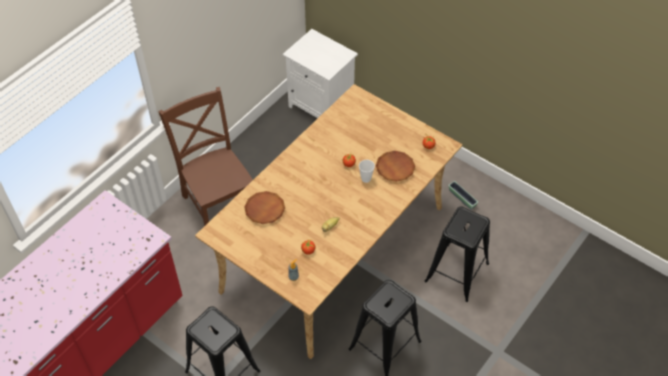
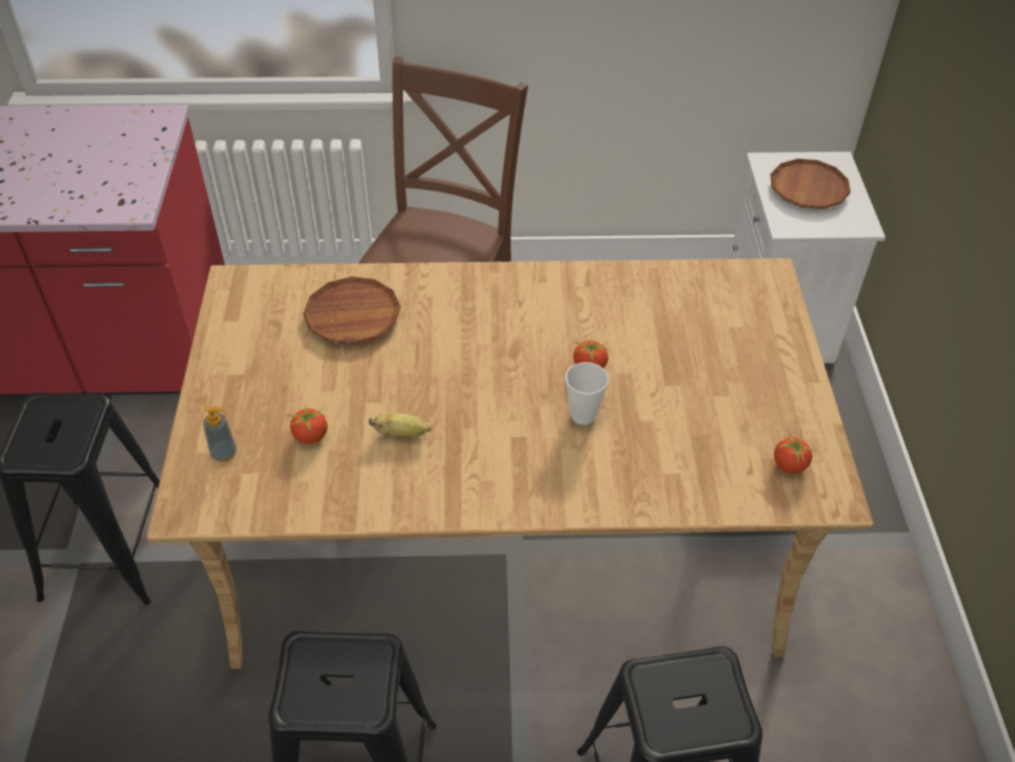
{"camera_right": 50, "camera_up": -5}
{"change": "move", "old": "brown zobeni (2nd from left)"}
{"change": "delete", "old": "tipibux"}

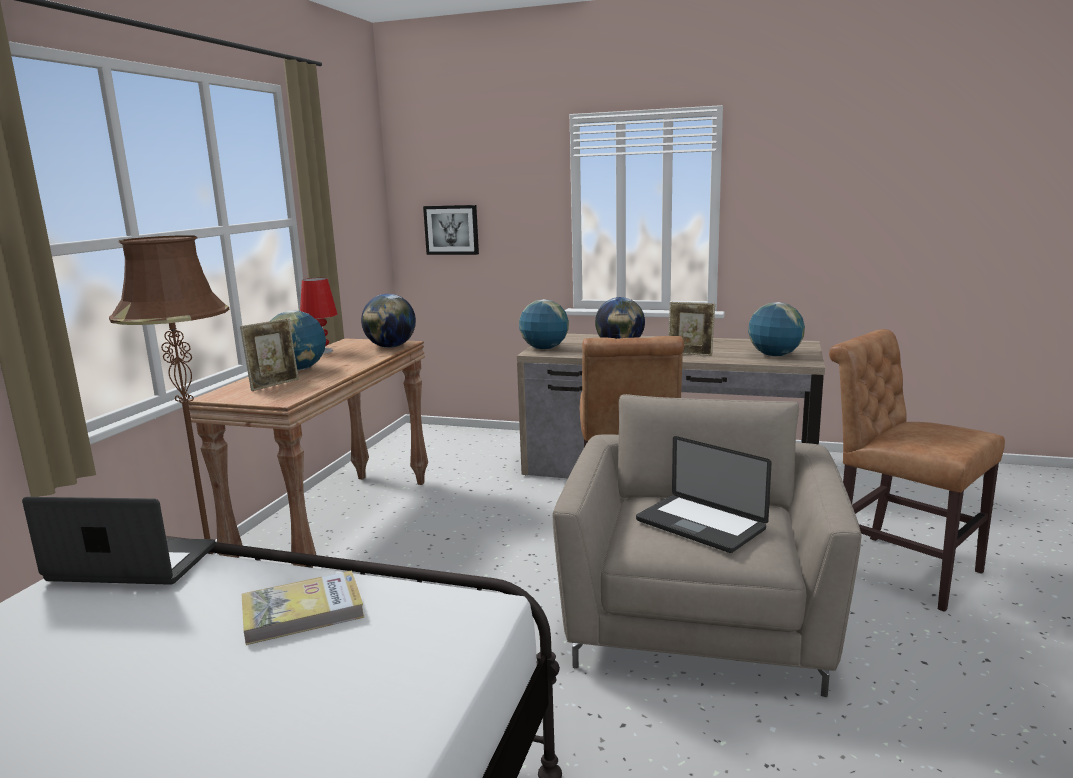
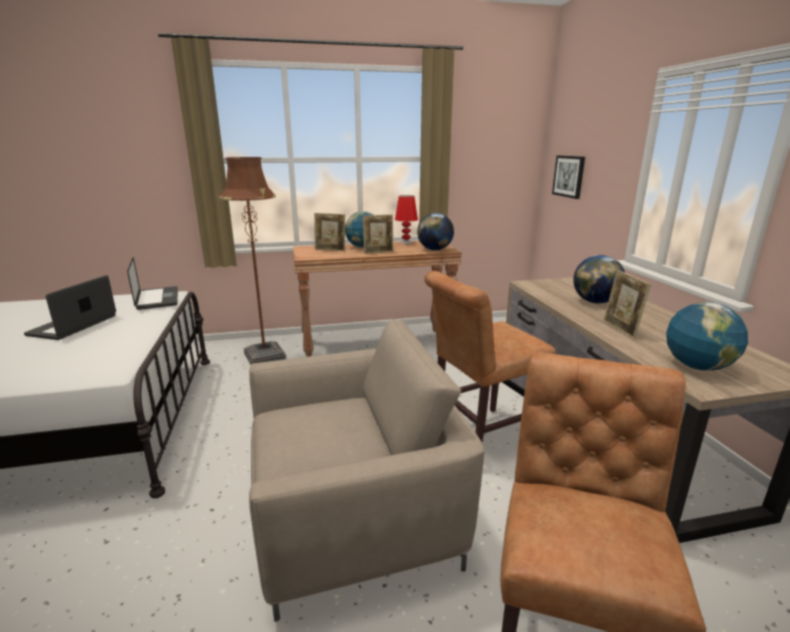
{"camera_right": 60, "camera_up": 5}
{"change": "delete", "old": "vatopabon"}
{"change": "delete", "old": "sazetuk (3rd from left)"}
{"change": "move", "old": "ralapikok (2nd from left in the first image)", "new": "ralapikok (1st from left)"}
{"change": "insert", "new": "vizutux (2nd from left)"}

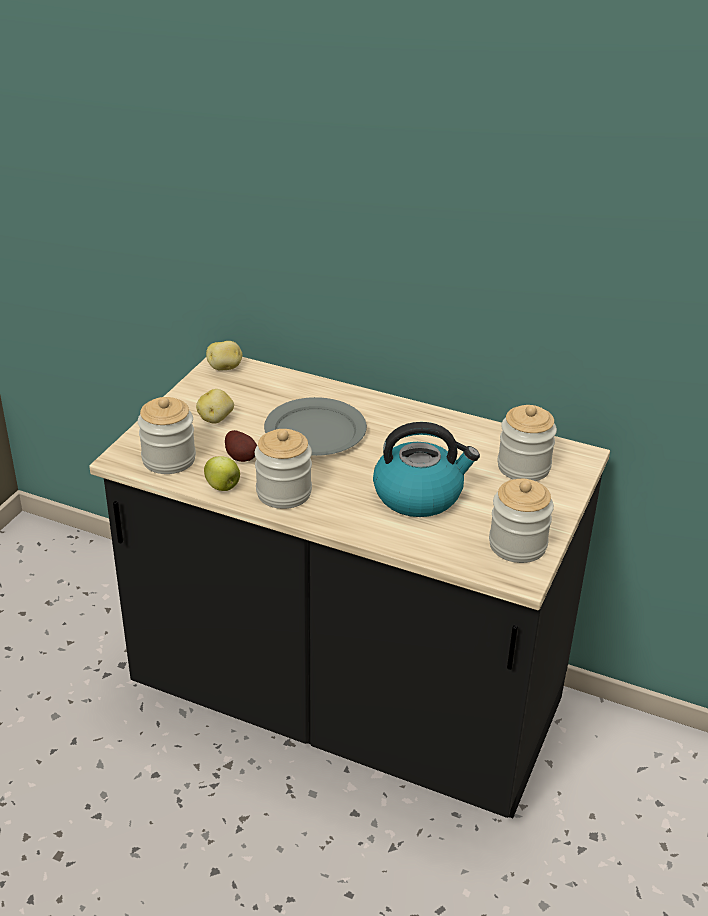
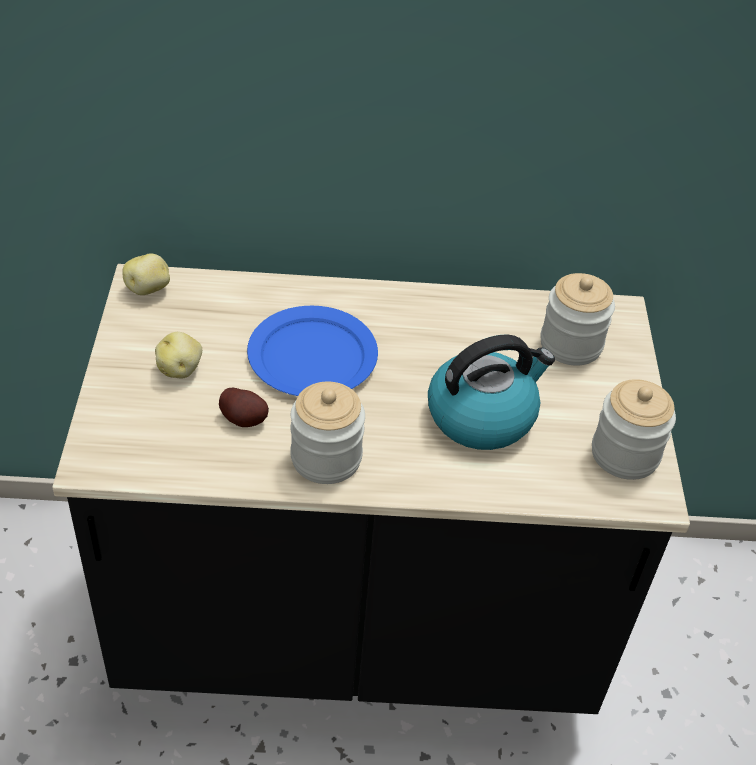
{"camera_right": -25, "camera_up": 10}
{"change": "delete", "old": "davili (1st from left)"}
{"change": "delete", "old": "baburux"}
{"change": "recolor", "old": "grey zobeni", "new": "blue zobeni"}

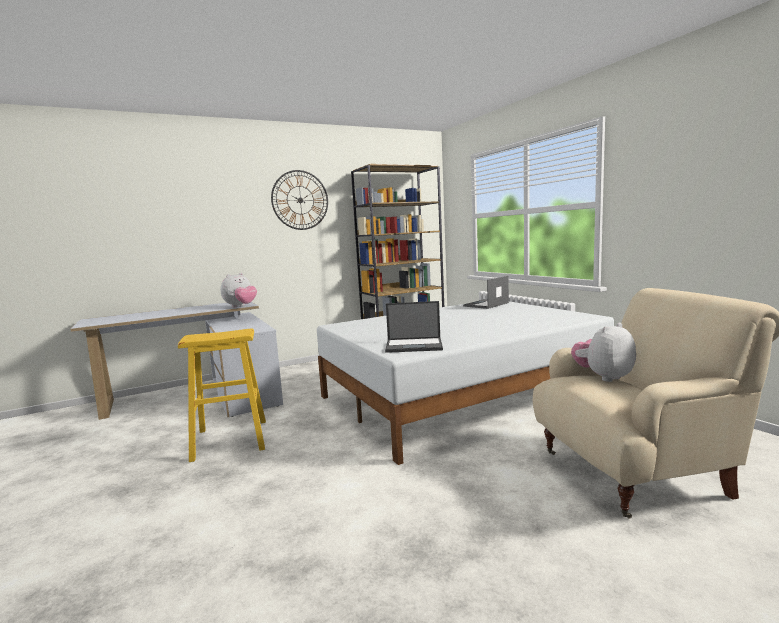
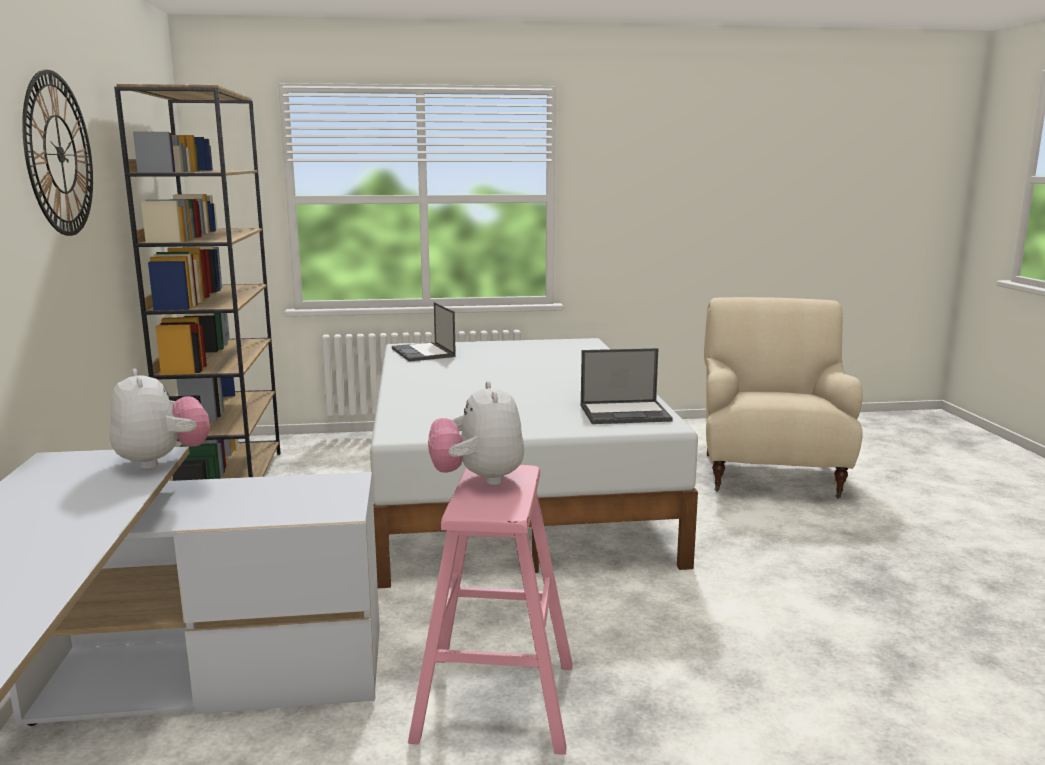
{"camera_right": -70, "camera_up": 5}
{"change": "recolor", "old": "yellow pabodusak", "new": "pink pabodusak"}
{"change": "rotate", "old": "ralapikok (1st from left in the first image)", "degrees": 60}
{"change": "move", "old": "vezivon (2nd from left)"}

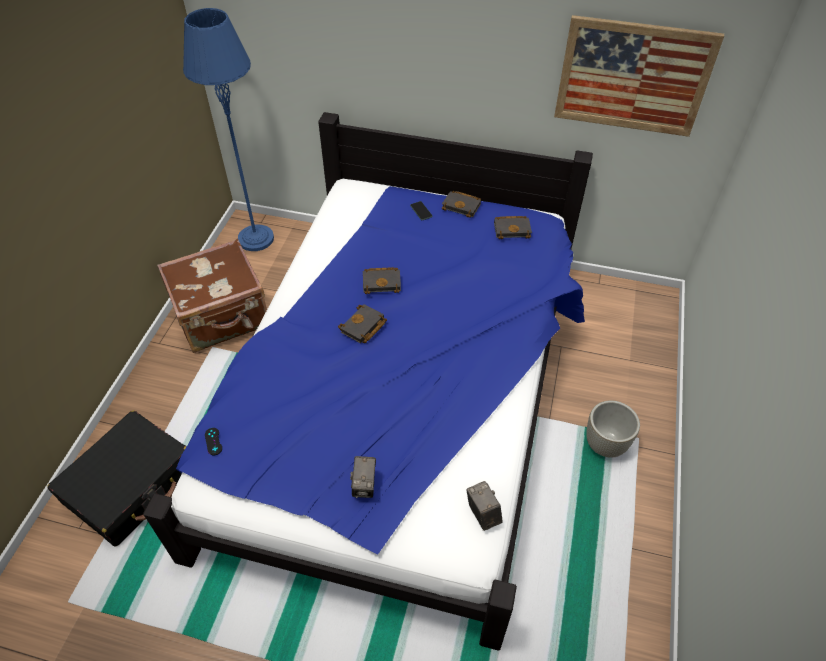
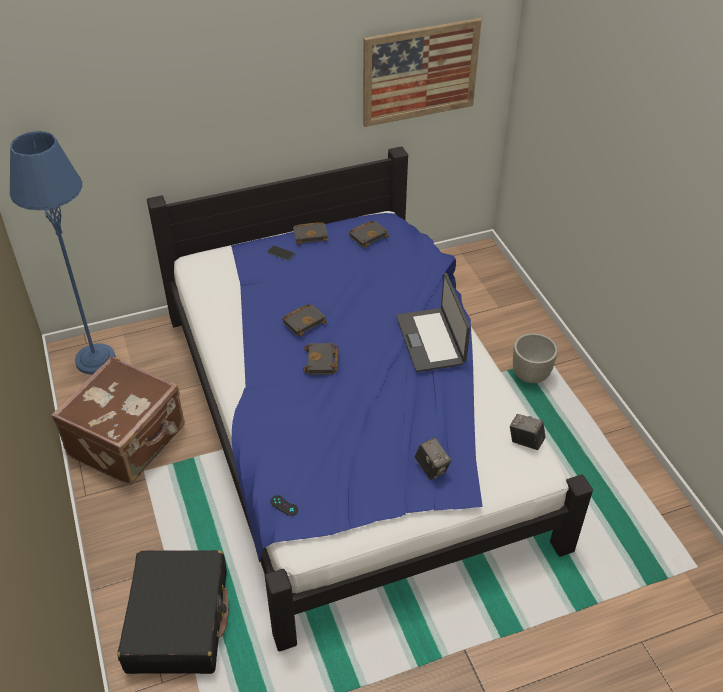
{"camera_right": -35, "camera_up": -5}
{"change": "insert", "new": "ralapikok"}

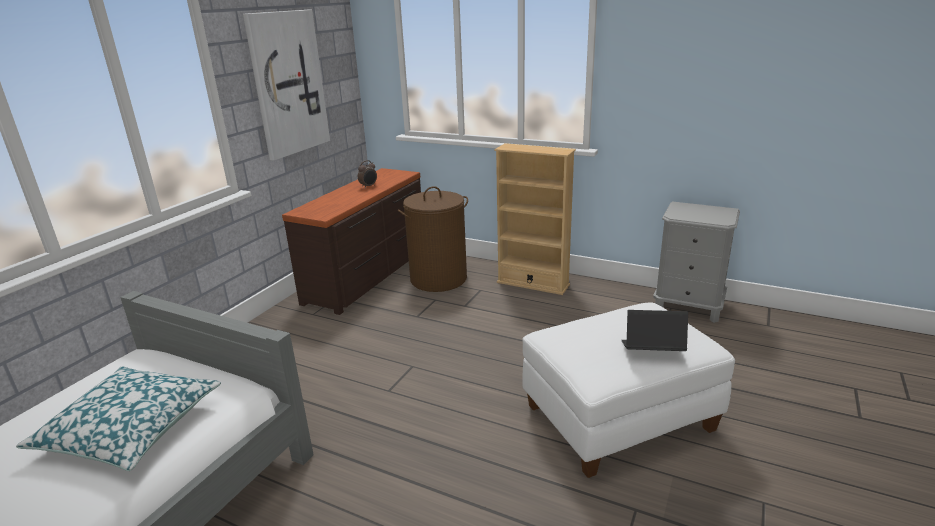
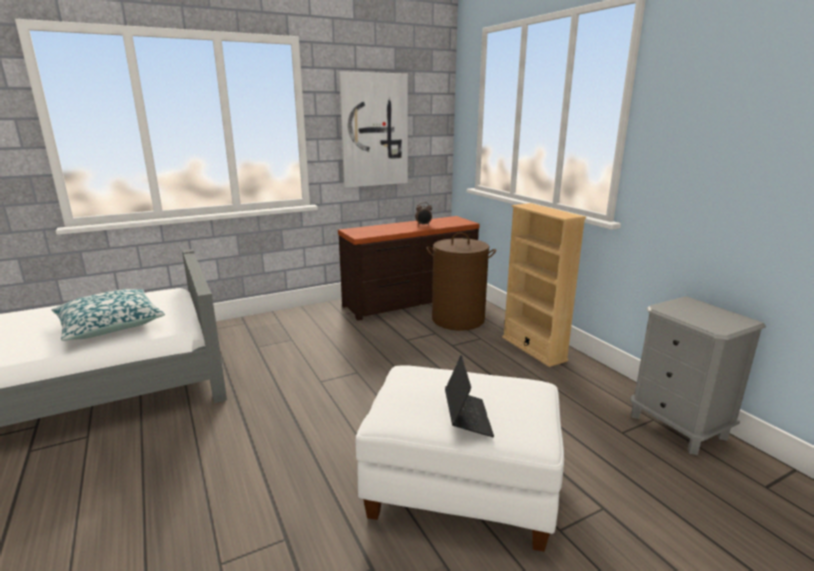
{"camera_right": 35, "camera_up": -5}
{"change": "rotate", "old": "ralapikok", "degrees": 45}

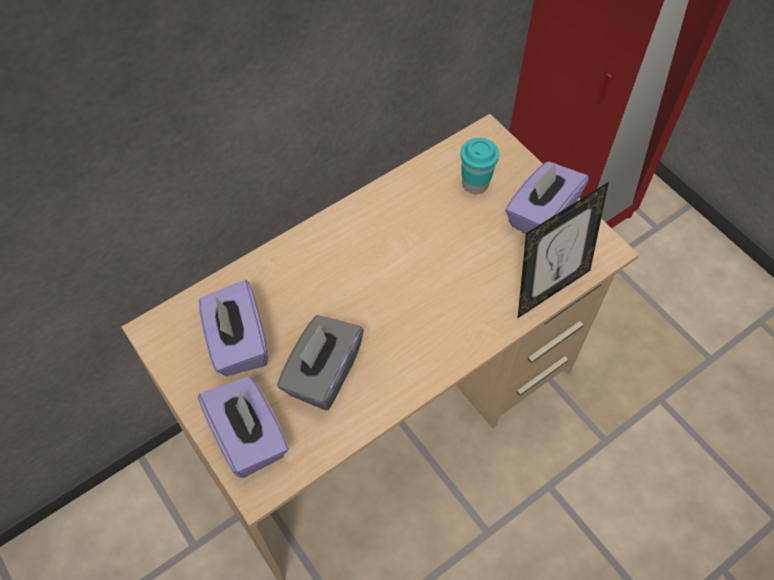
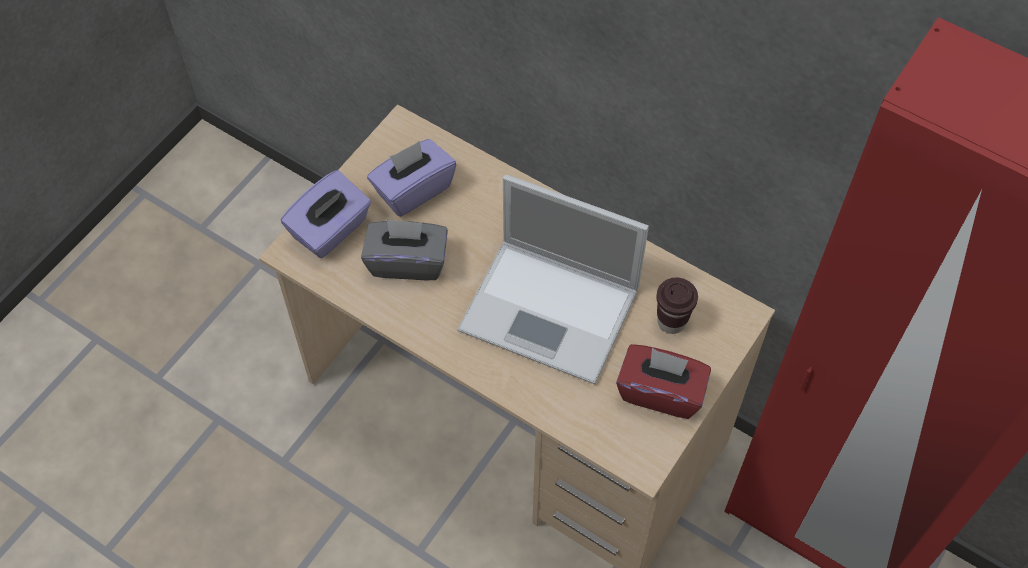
{"camera_right": 70, "camera_up": 0}
{"change": "recolor", "old": "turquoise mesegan", "new": "brown mesegan"}
{"change": "recolor", "old": "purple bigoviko (3rd from left)", "new": "red bigoviko"}
{"change": "delete", "old": "vizutux"}
{"change": "insert", "new": "ralapikok"}

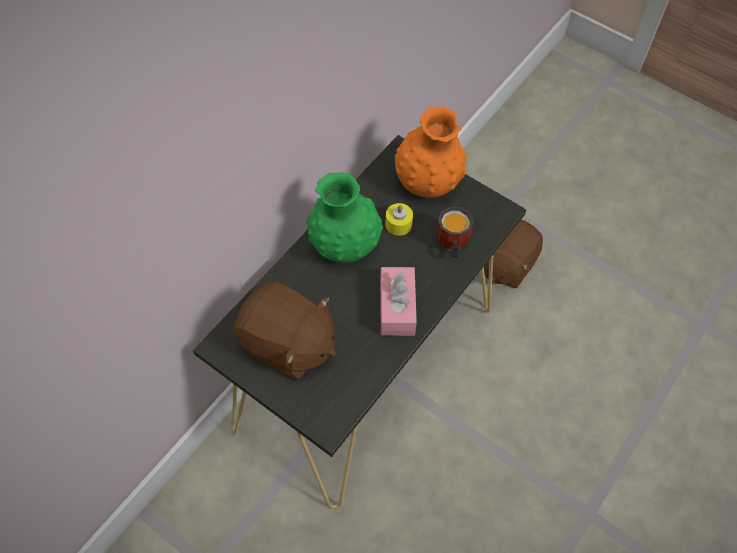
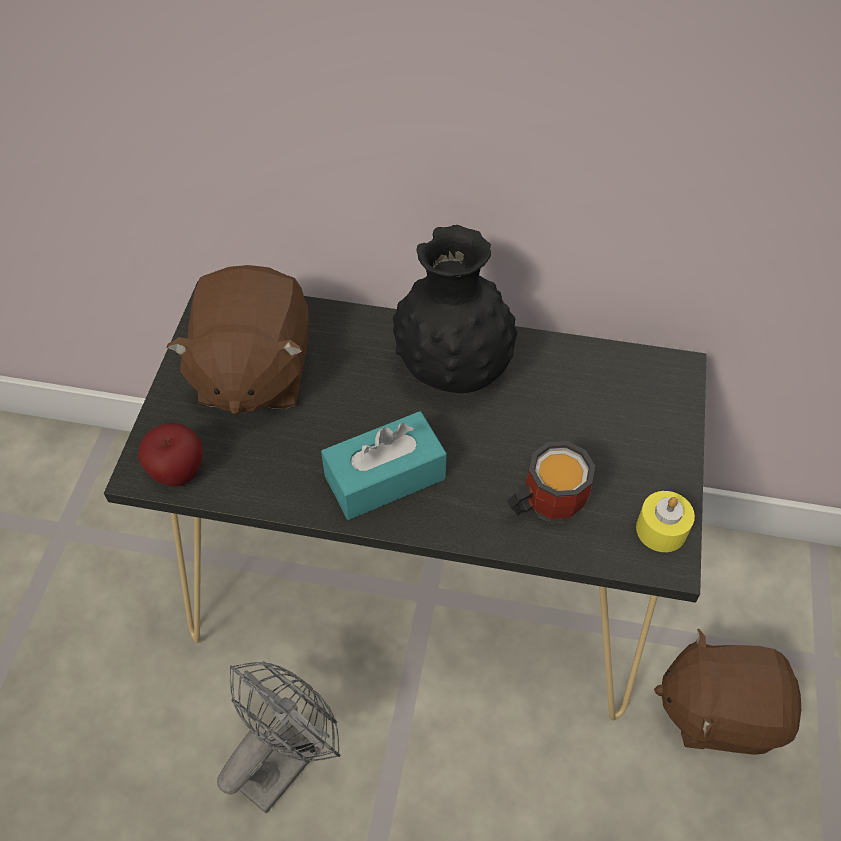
{"camera_right": 65, "camera_up": -5}
{"change": "recolor", "old": "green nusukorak", "new": "black nusukorak"}
{"change": "recolor", "old": "pink bigoviko", "new": "turquoise bigoviko"}
{"change": "move", "old": "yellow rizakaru"}
{"change": "delete", "old": "orange nusukorak"}
{"change": "insert", "new": "baburux"}
{"change": "insert", "new": "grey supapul"}

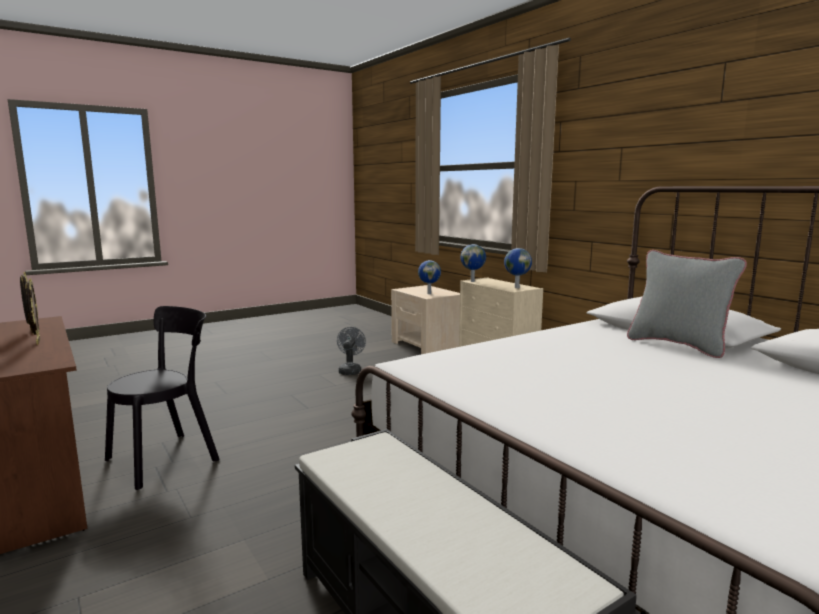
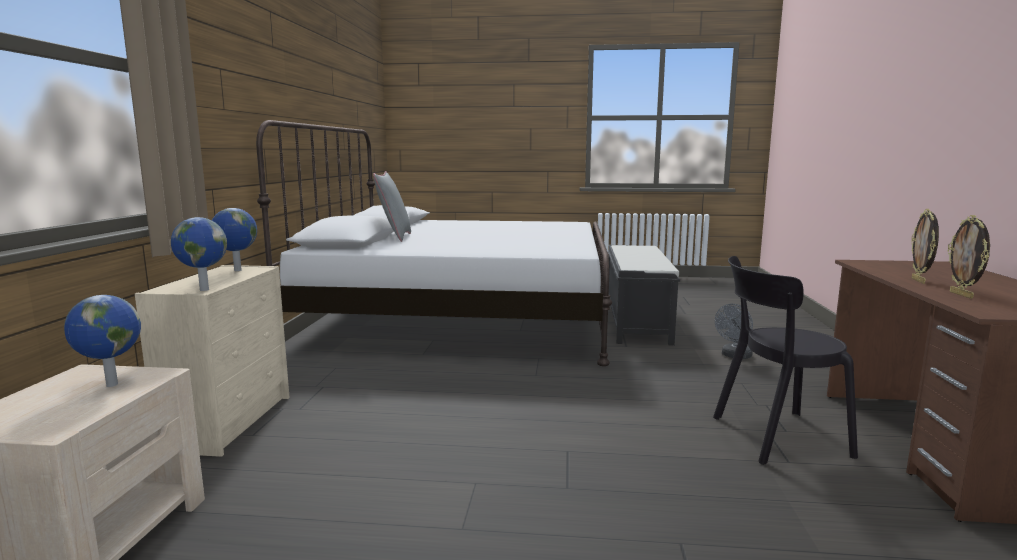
{"camera_right": -140, "camera_up": 0}
{"change": "move", "old": "grey supapul"}

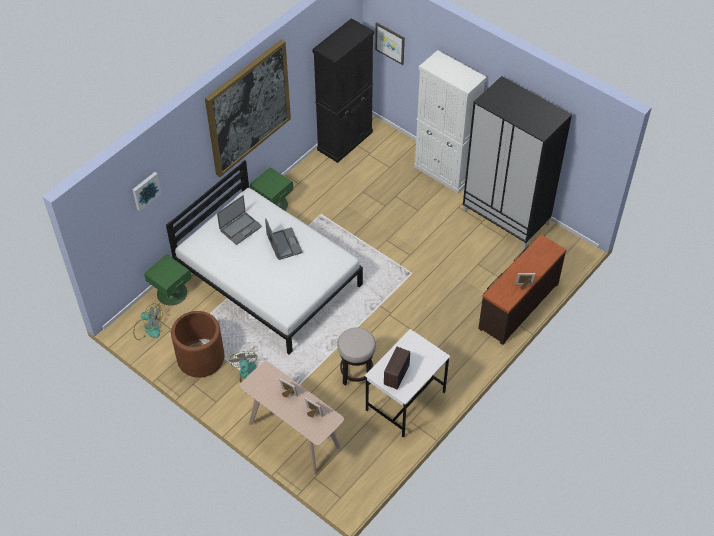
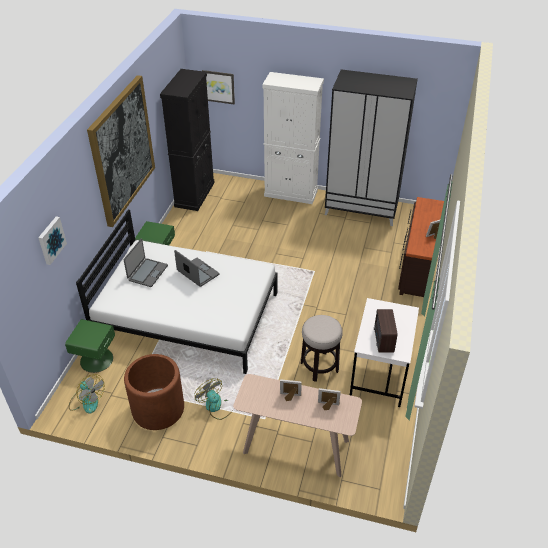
{"camera_right": -25, "camera_up": -10}
{"change": "rotate", "old": "supapul (1st from left)", "degrees": 45}

